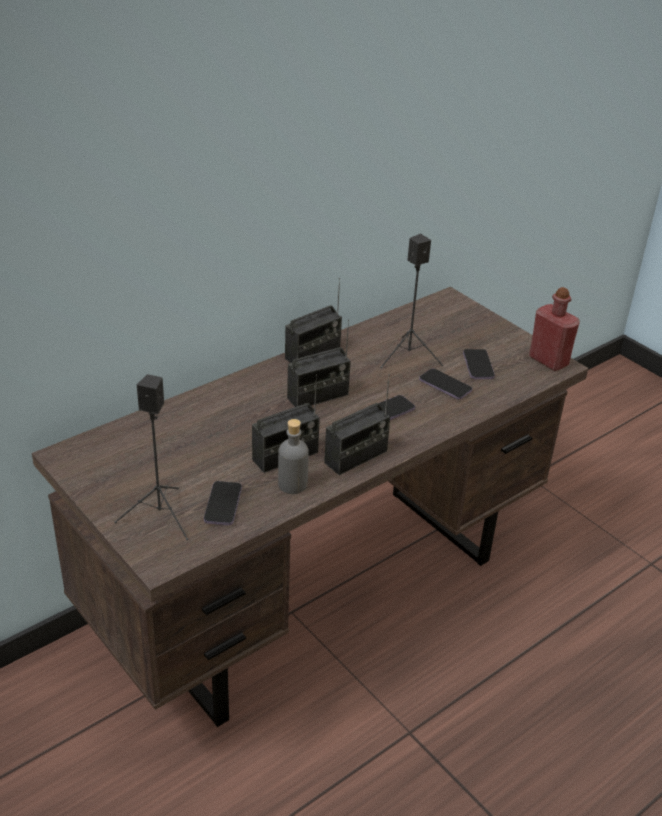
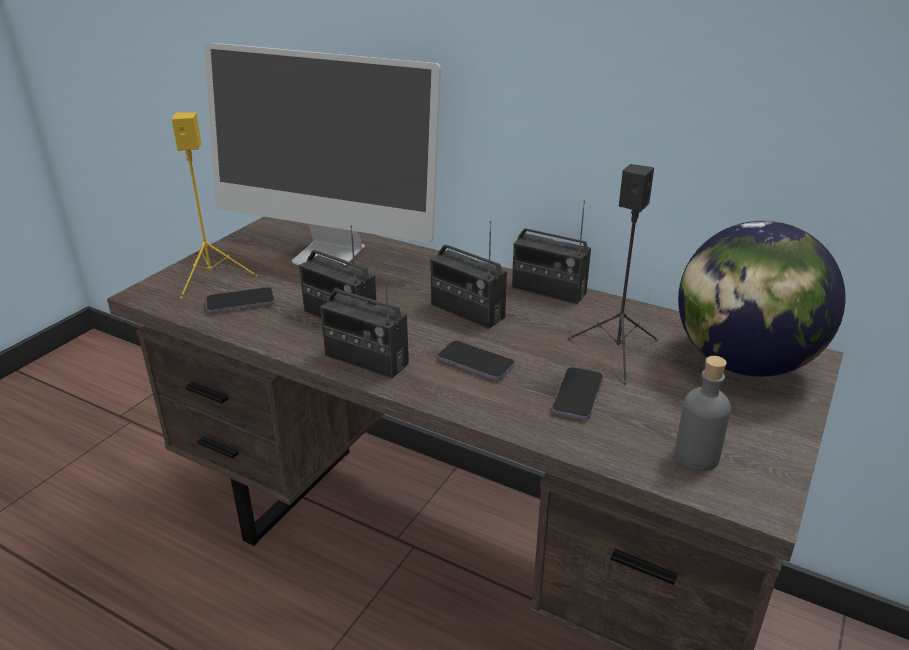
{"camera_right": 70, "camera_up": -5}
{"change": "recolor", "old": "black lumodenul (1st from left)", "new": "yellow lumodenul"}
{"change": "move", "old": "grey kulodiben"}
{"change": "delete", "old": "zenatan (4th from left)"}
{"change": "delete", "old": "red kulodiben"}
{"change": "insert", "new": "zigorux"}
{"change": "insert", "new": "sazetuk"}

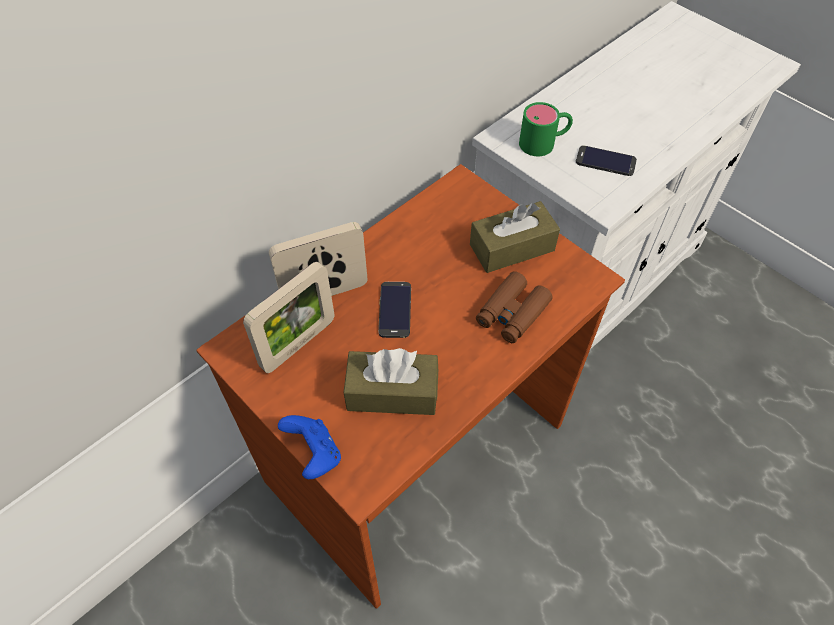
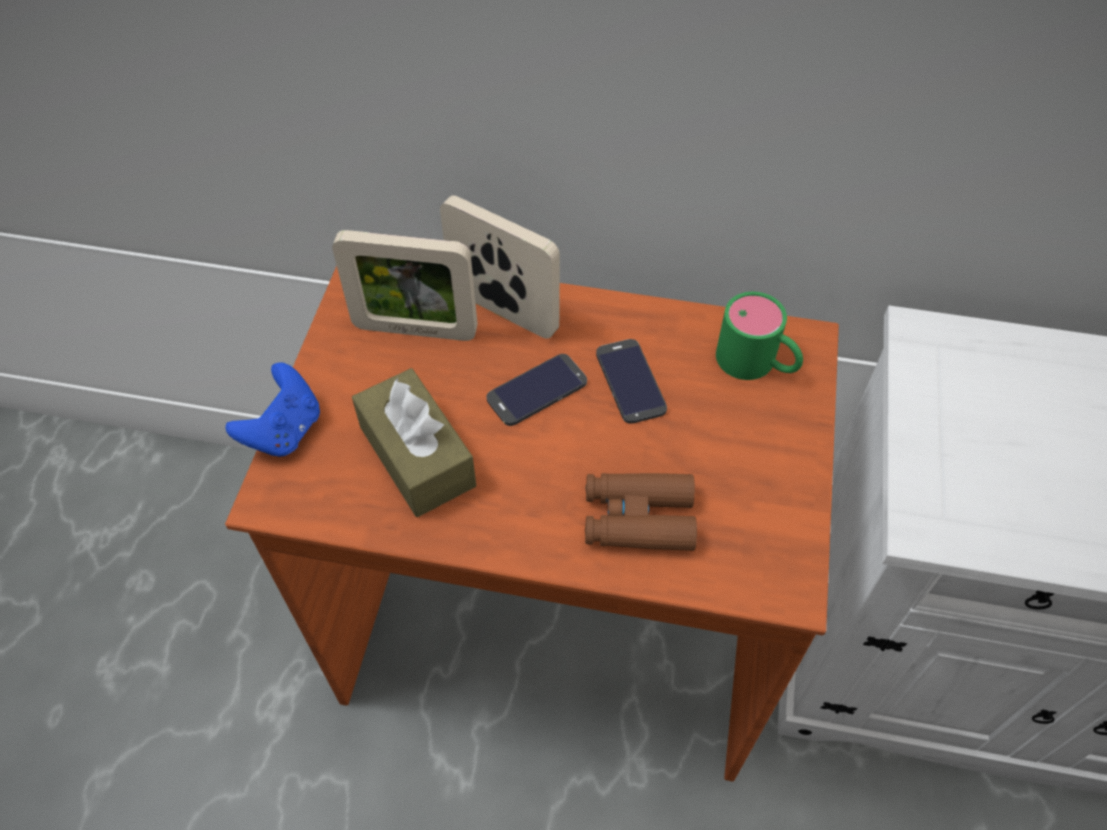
{"camera_right": 55, "camera_up": 0}
{"change": "delete", "old": "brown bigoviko (2nd from left)"}
{"change": "move", "old": "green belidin"}
{"change": "move", "old": "zenatan (2nd from left)"}

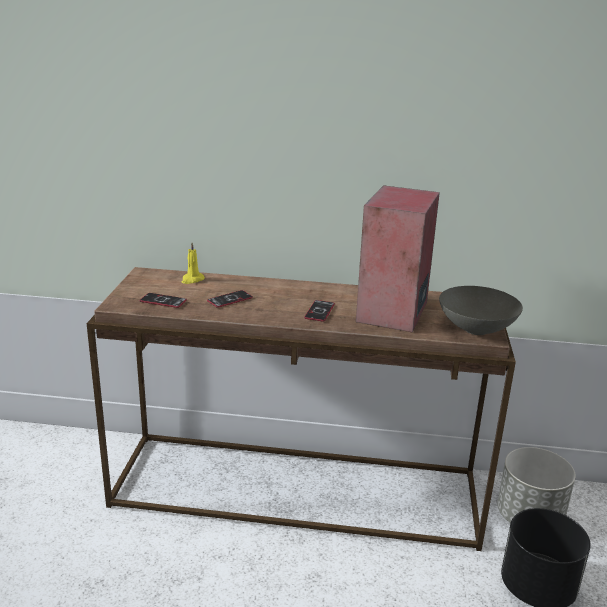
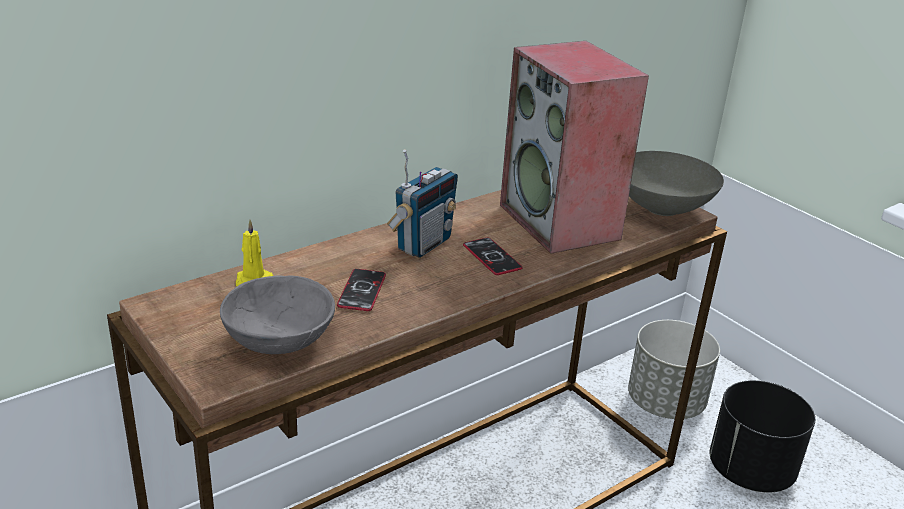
{"camera_right": -45, "camera_up": 5}
{"change": "replace", "old": "zenatan (1st from left)", "new": "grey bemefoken (1st from left)"}
{"change": "insert", "new": "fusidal"}

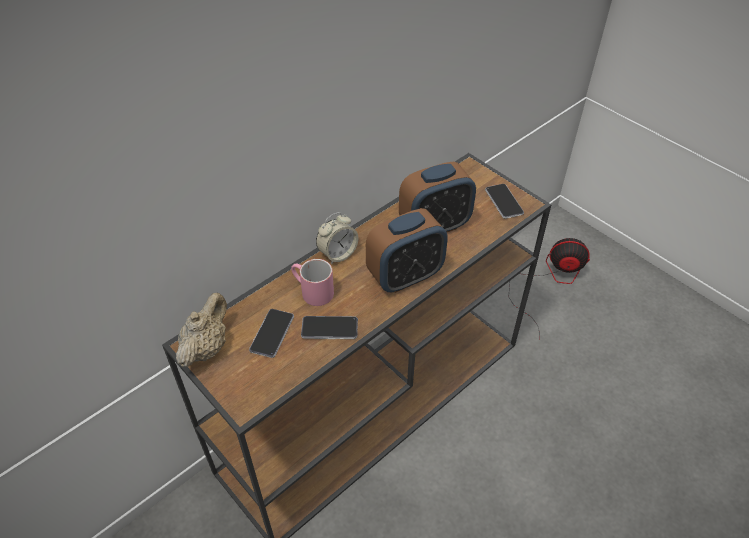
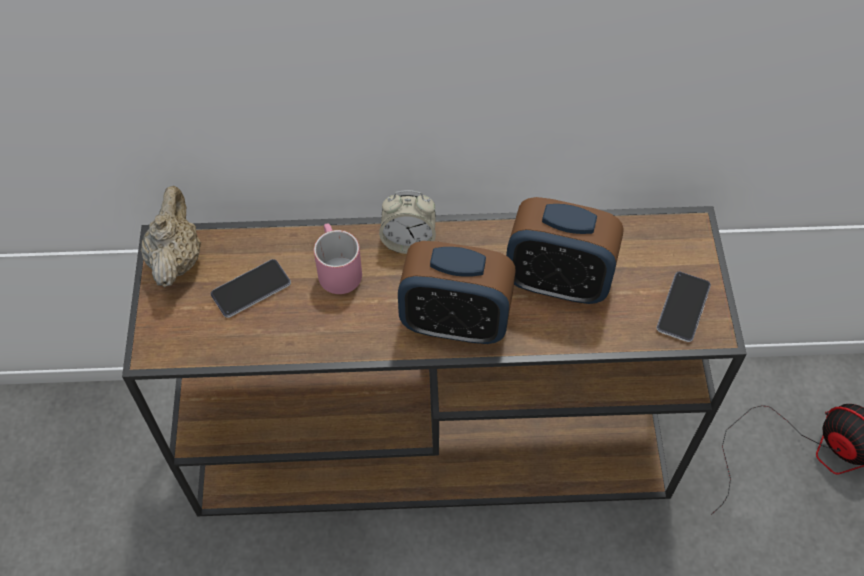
{"camera_right": 40, "camera_up": 10}
{"change": "rotate", "old": "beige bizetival", "degrees": -60}
{"change": "delete", "old": "zenatan (2nd from left)"}

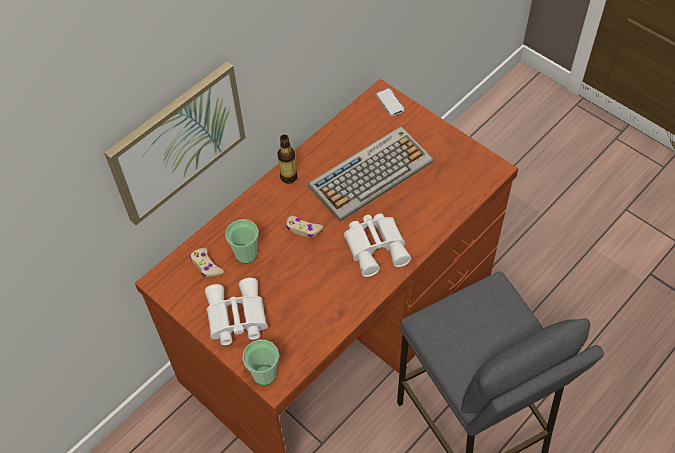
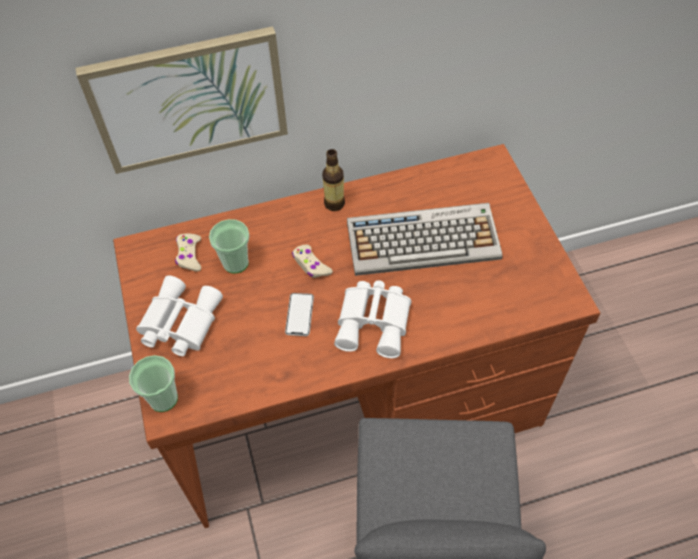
{"camera_right": 30, "camera_up": 0}
{"change": "move", "old": "zenatan"}

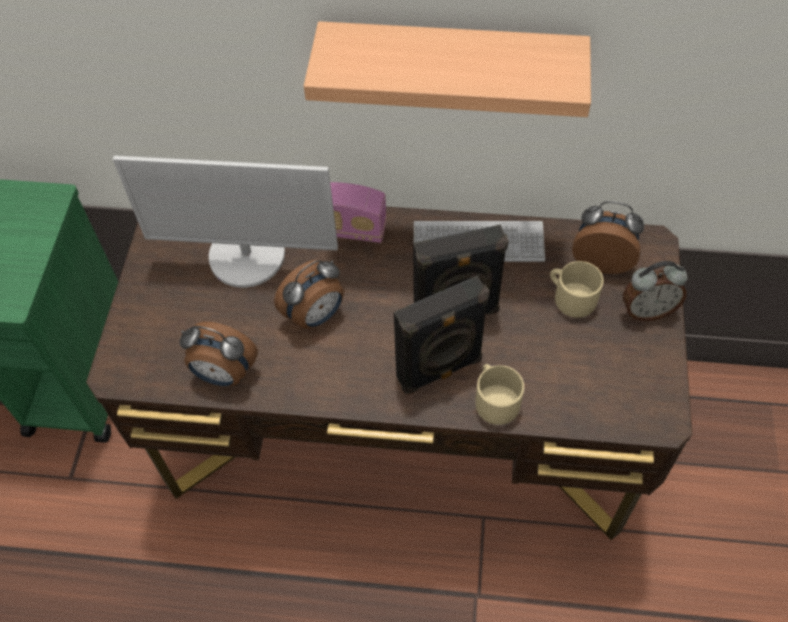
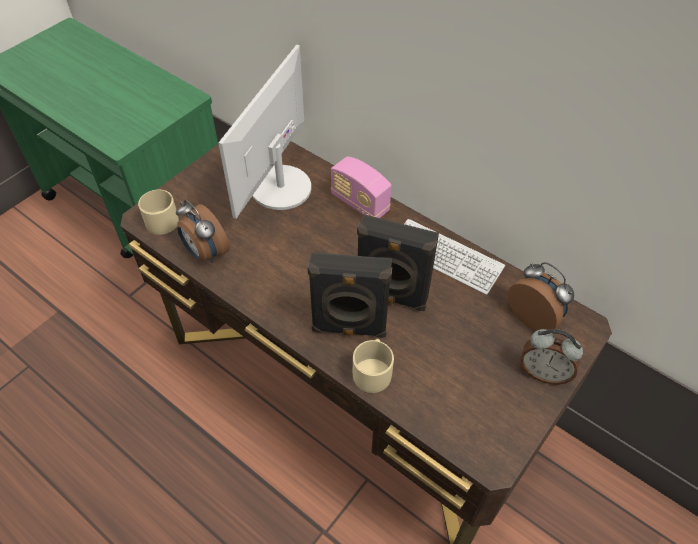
{"camera_right": 30, "camera_up": -5}
{"change": "rotate", "old": "zigorux", "degrees": 75}
{"change": "delete", "old": "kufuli (2nd from left)"}
{"change": "delete", "old": "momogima"}
{"change": "move", "old": "beige belidin (2nd from left in the first image)", "new": "beige belidin (1st from left)"}

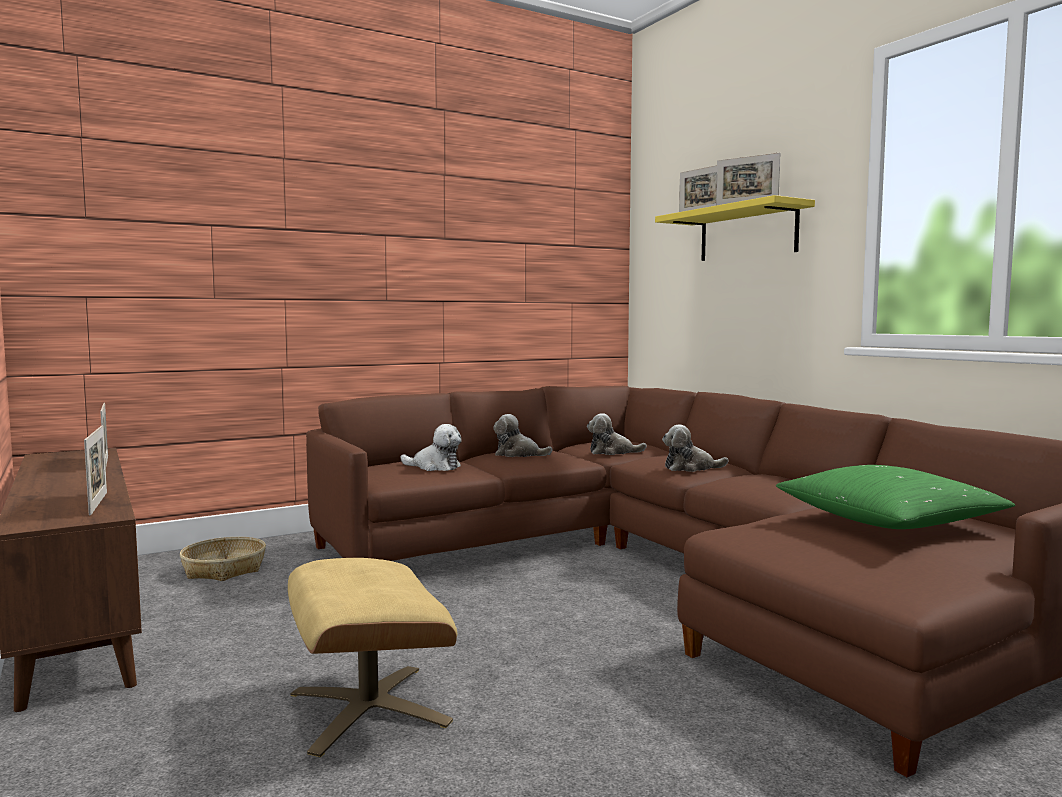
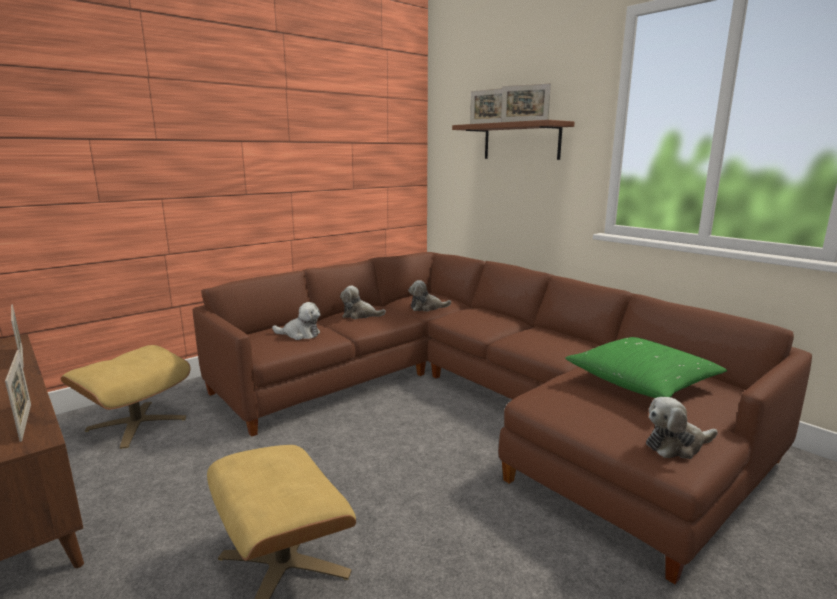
{"camera_right": -10, "camera_up": 10}
{"change": "replace", "old": "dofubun", "new": "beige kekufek (1st from left)"}
{"change": "recolor", "old": "yellow momogima", "new": "brown momogima"}
{"change": "move", "old": "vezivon (4th from left)"}

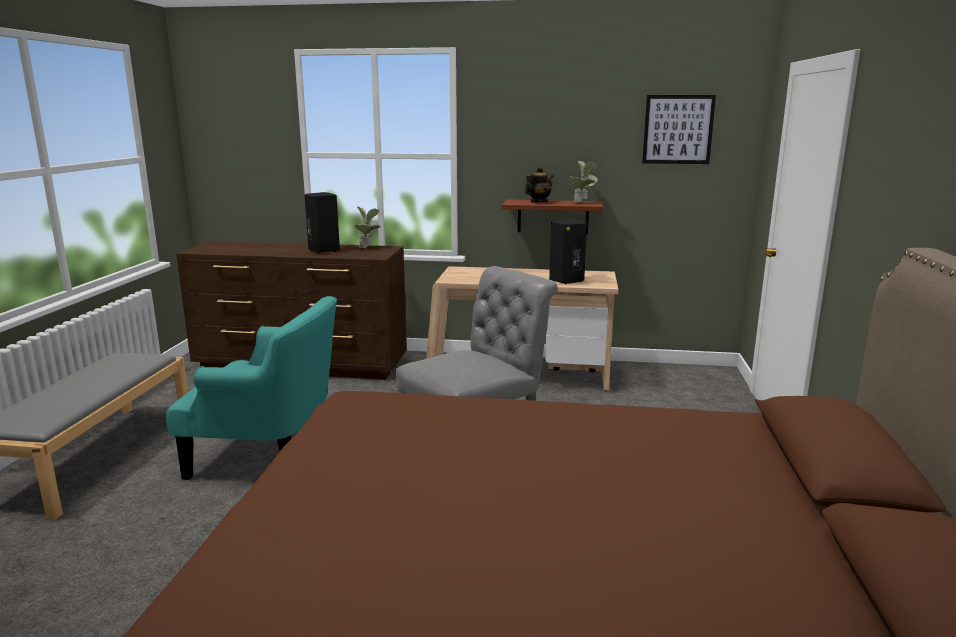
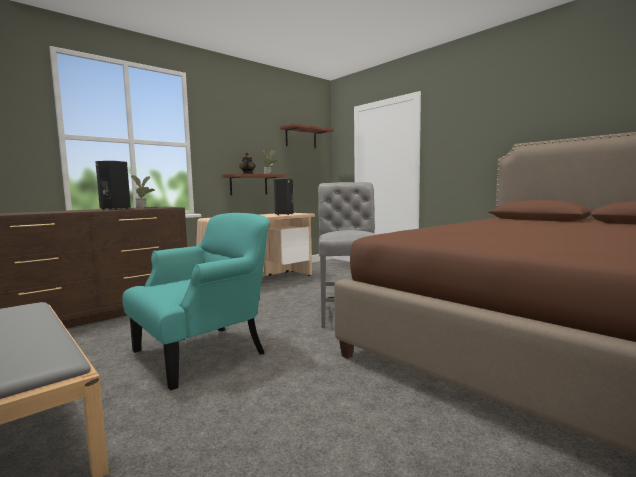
{"camera_right": -50, "camera_up": -10}
{"change": "replace", "old": "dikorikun", "new": "brown momogima (2nd from left)"}

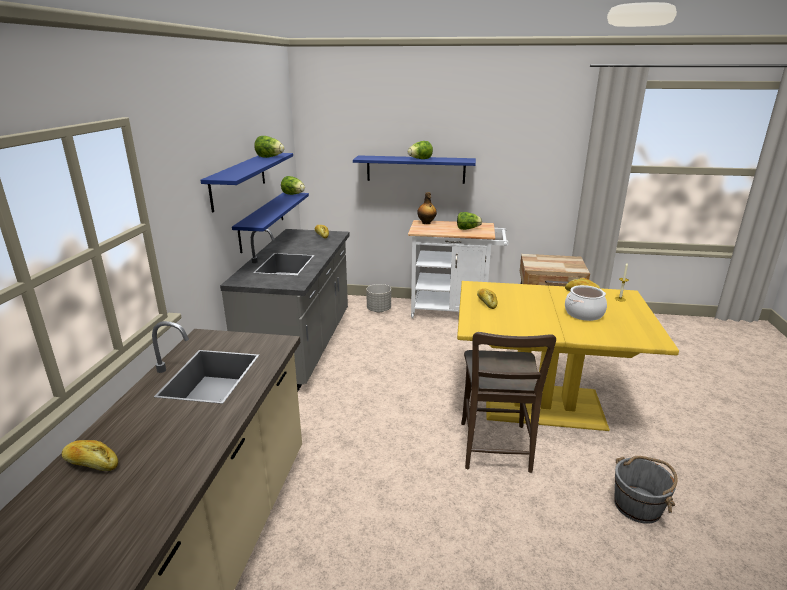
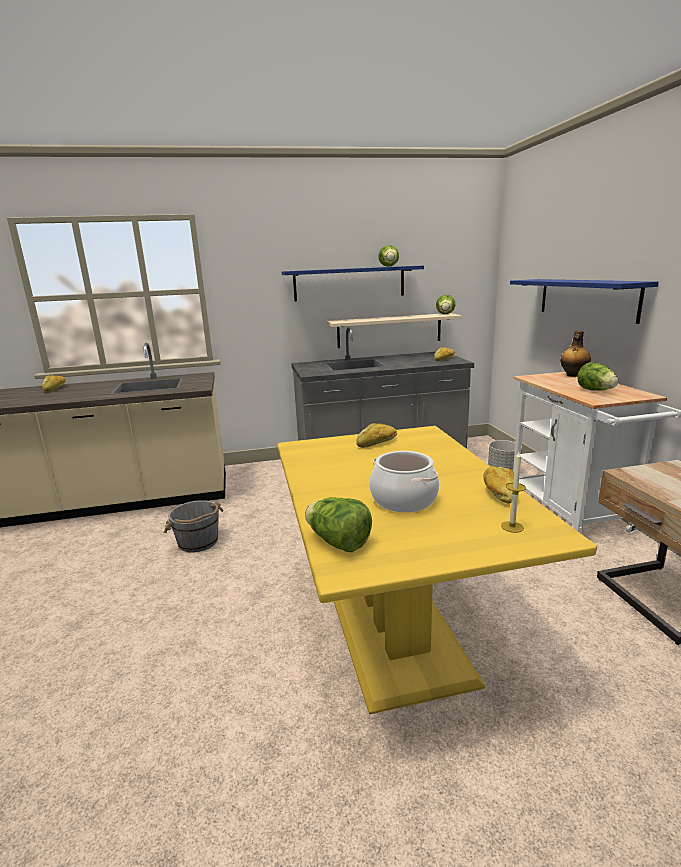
{"camera_right": 70, "camera_up": -5}
{"change": "recolor", "old": "blue momogima (2nd from left)", "new": "beige momogima"}
{"change": "move", "old": "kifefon (3rd from left in the first image)", "new": "kifefon (1st from left)"}
{"change": "delete", "old": "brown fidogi"}
{"change": "move", "old": "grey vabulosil"}

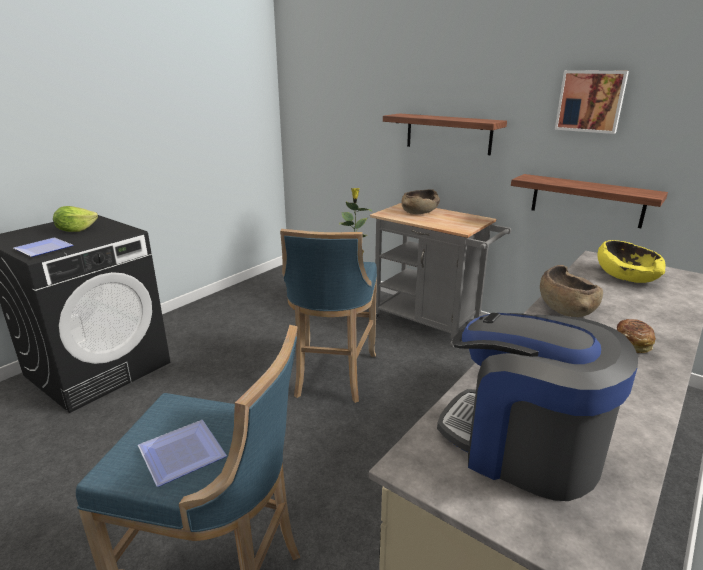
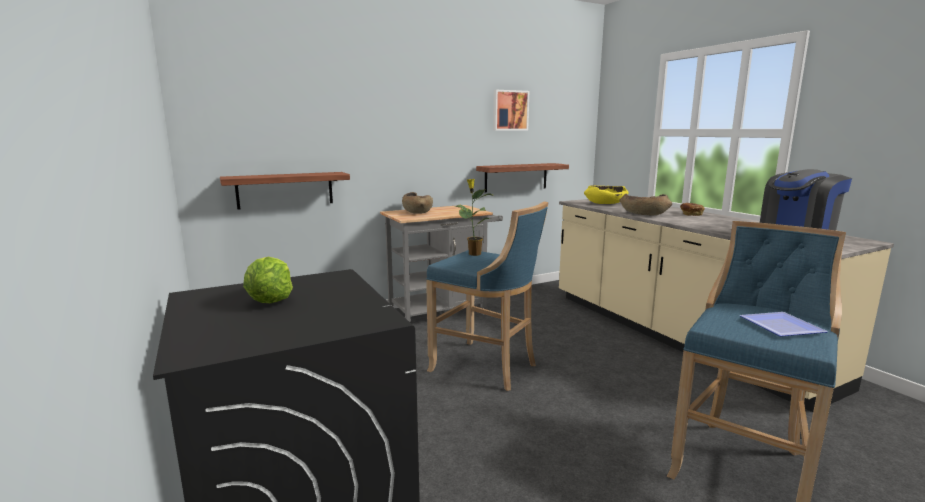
{"camera_right": -65, "camera_up": -10}
{"change": "delete", "old": "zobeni (1st from left)"}
{"change": "move", "old": "momogima (1st from left)"}

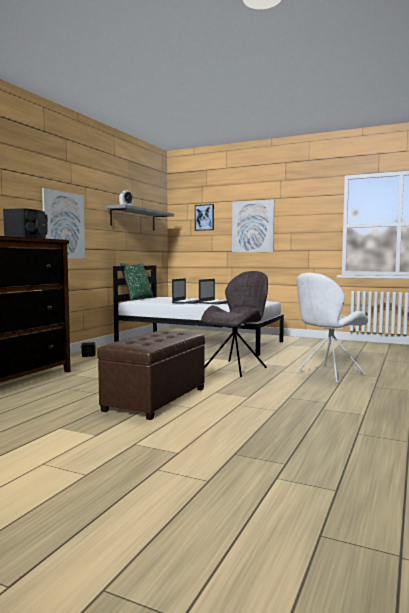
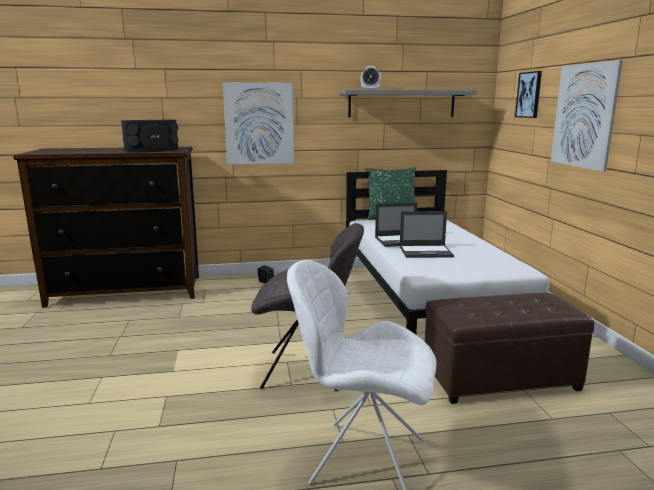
{"camera_right": 55, "camera_up": 10}
{"change": "move", "old": "brown kekufek"}

